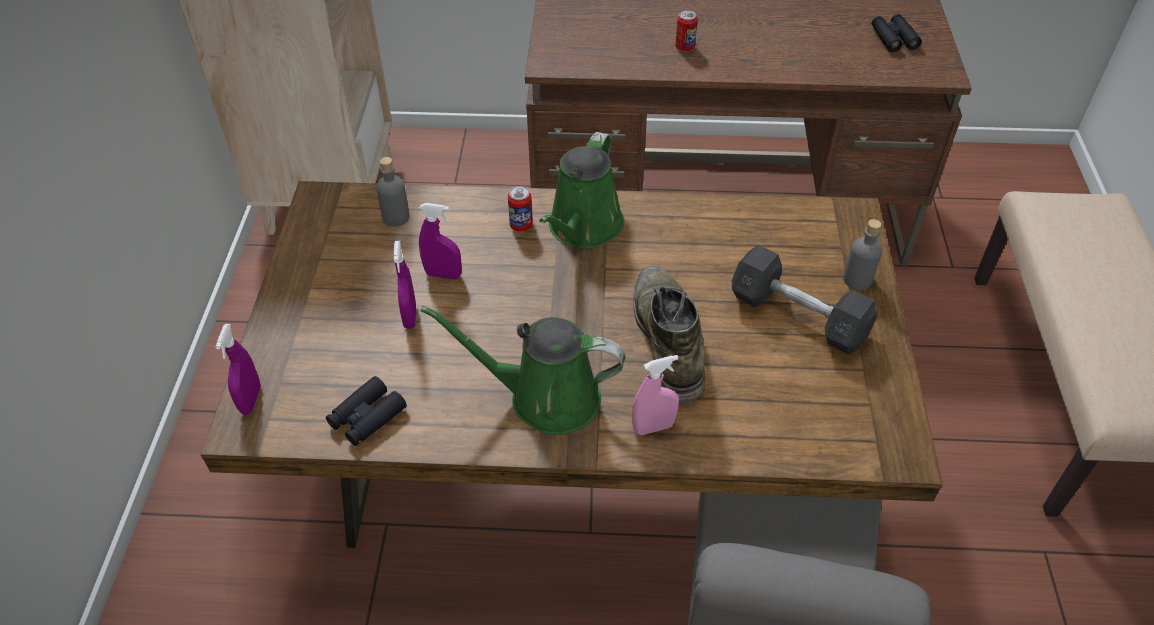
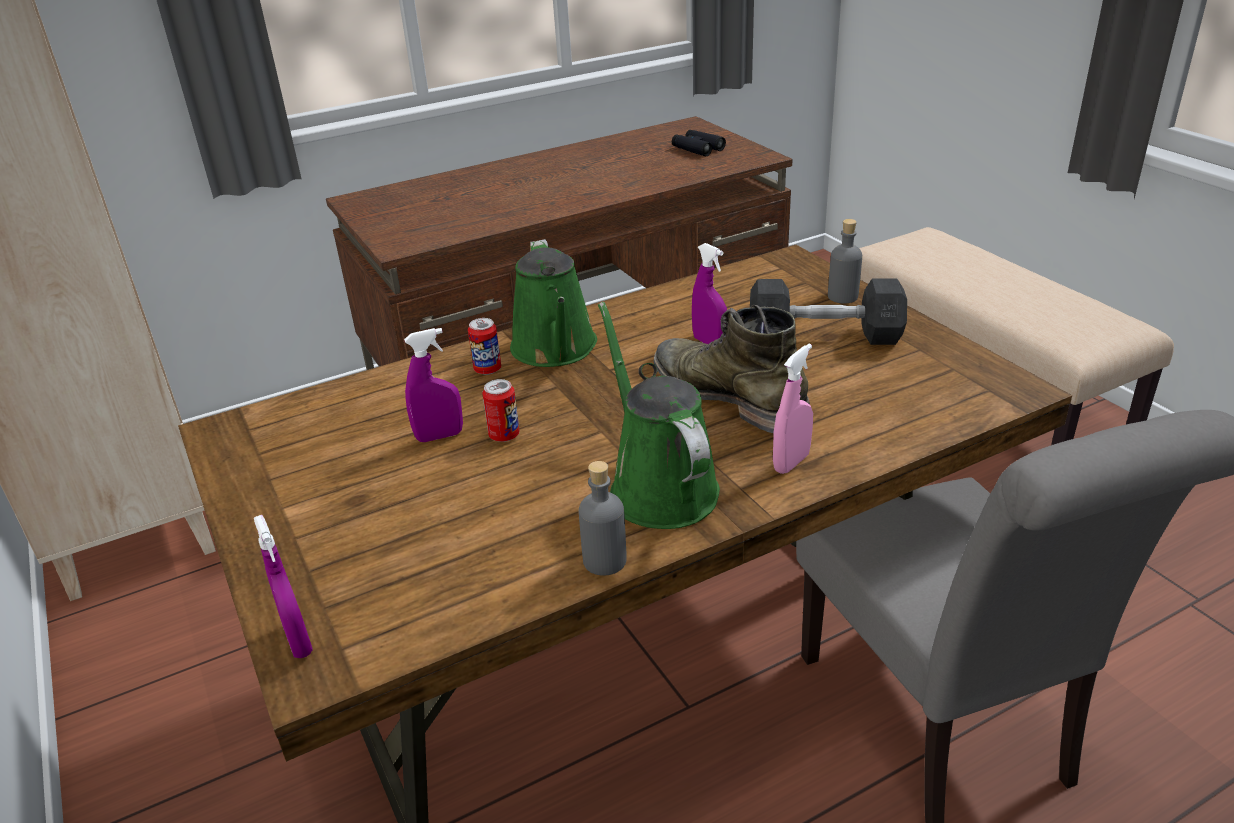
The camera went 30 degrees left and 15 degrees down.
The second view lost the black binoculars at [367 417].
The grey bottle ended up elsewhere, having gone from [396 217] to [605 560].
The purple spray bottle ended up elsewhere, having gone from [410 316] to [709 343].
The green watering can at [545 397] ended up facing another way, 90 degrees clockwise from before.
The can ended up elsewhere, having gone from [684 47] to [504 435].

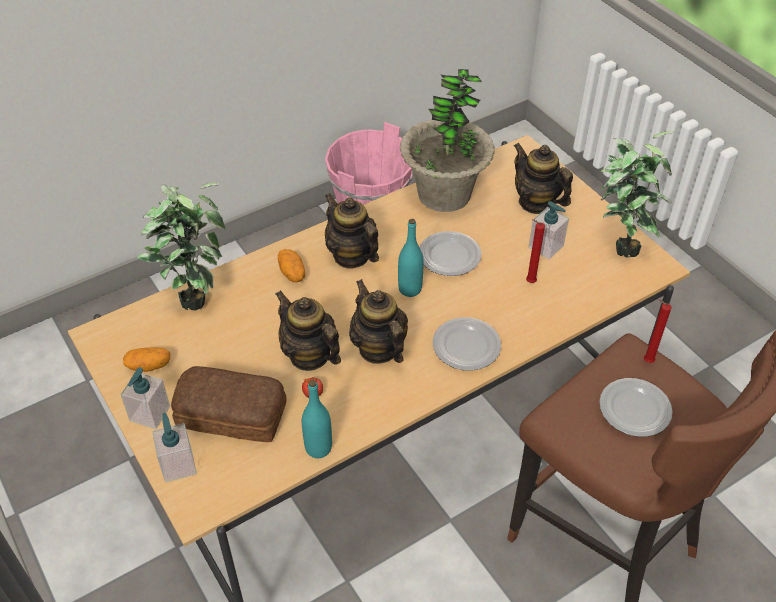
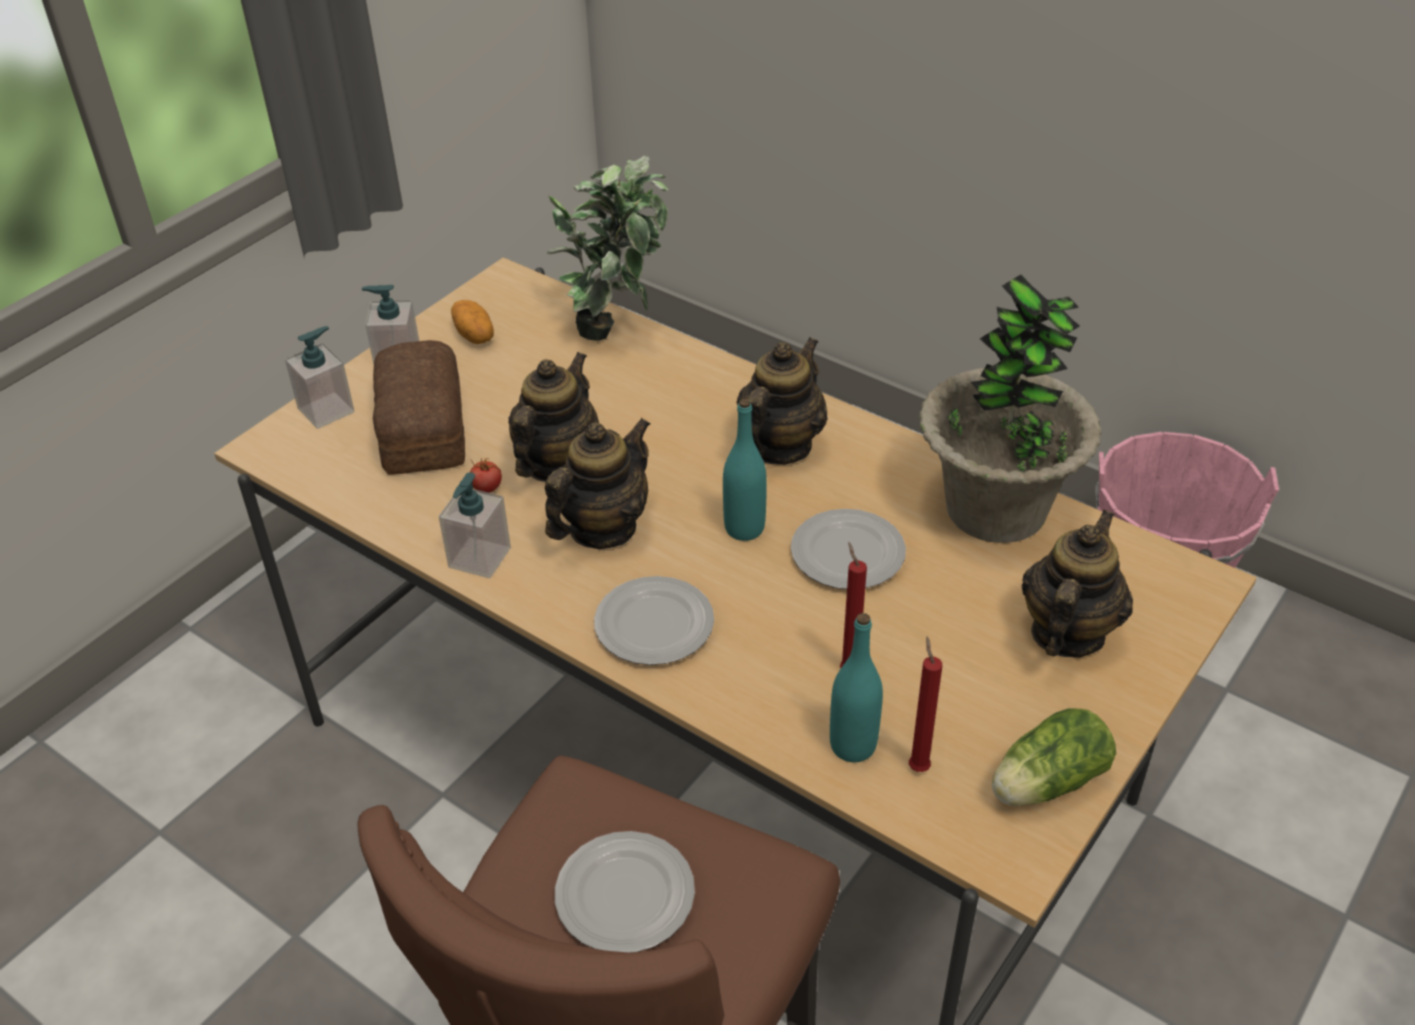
The camera went 70 degrees right and 5 degrees down.
The second view lost the potato at [292 273].
The turquoise bottle ended up elsewhere, having gone from [318 448] to [853 745].
The soap dispenser ended up elsewhere, having gone from [546 247] to [479 558].
Where the potted plant stood at [620 242], the lettuce came to stand at [1044 783].
The red candle ended up elsewhere, having gone from [646 361] to [917 766].

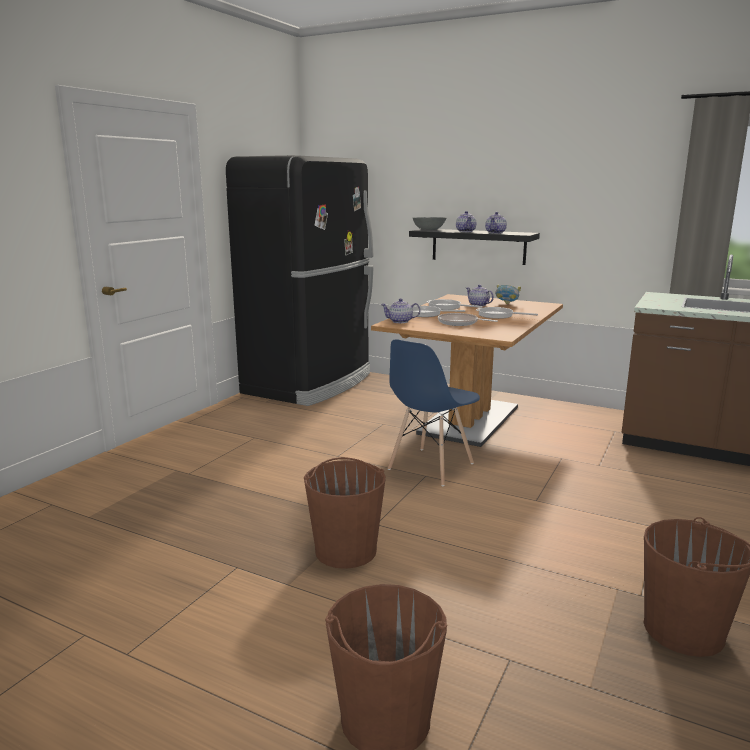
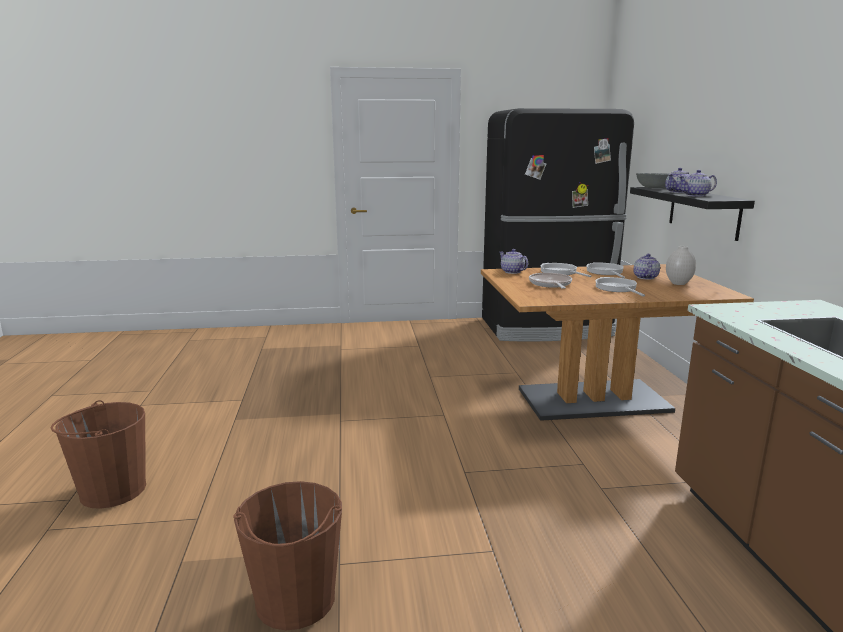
The camera went 55 degrees right and 0 degrees up.
The second view lost the brown bucket at [346 550].
The second view lost the blue chair at [430 467].
Where the bowl stood at [506 304], the white vase came to stand at [679 283].

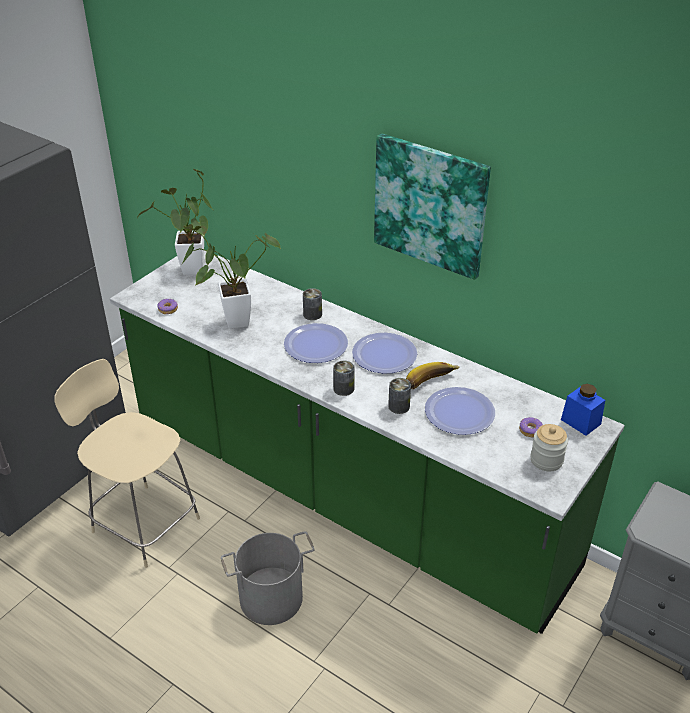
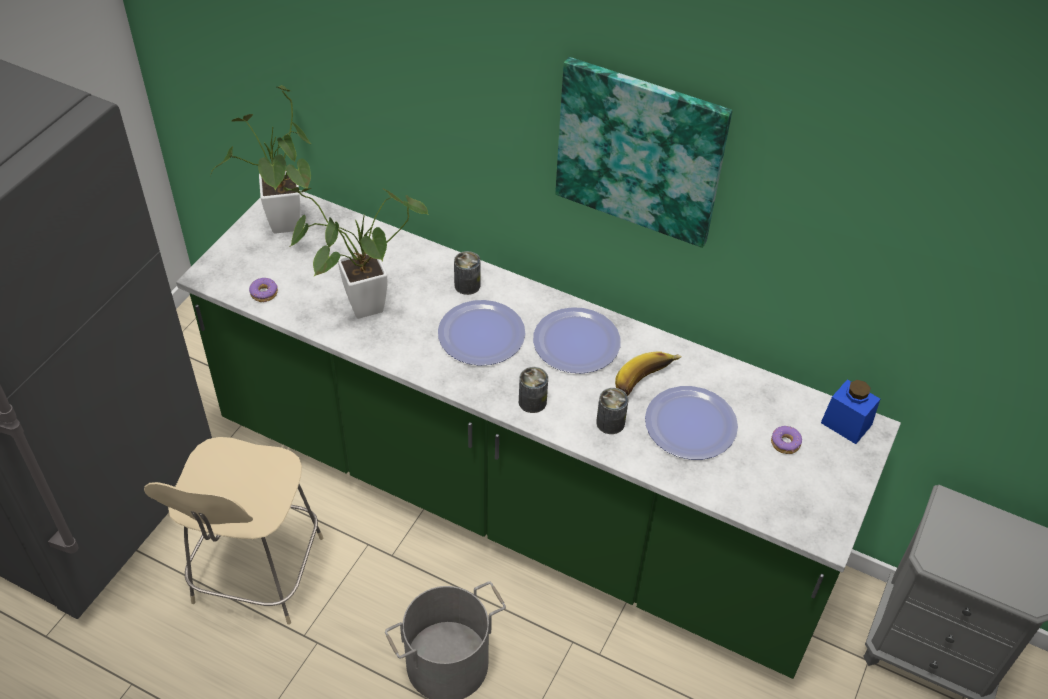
The camera went 10 degrees left and 10 degrees up.
The beige chair at [143 523] ended up facing another way, 105 degrees counterclockwise from before.
The second view lost the jar at [546 460].

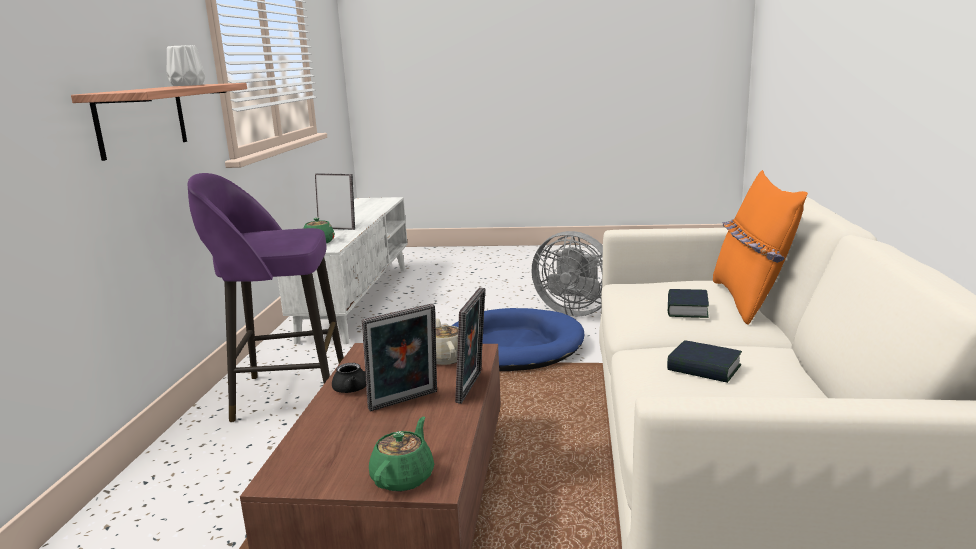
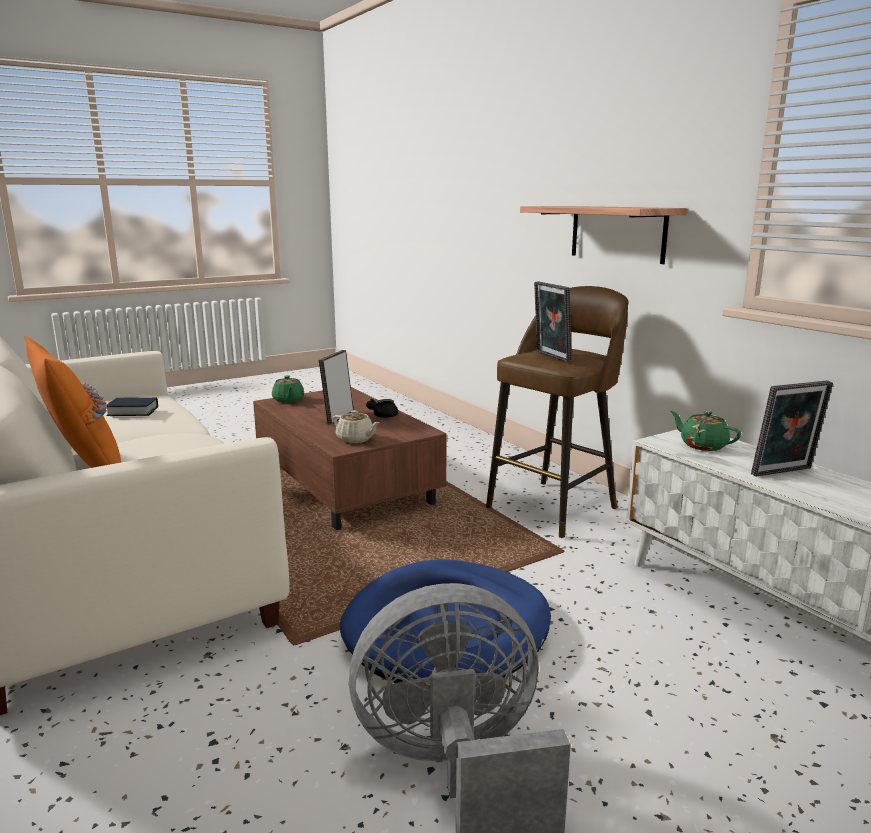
The camera went 140 degrees right and 0 degrees up.
The second view lost the white vase at [186 85].
What was the purple stool at [286 394] turned into the brown stool at [554 507].
The picture frame ended up elsewhere, having gone from [473 387] to [550 357].
The second view lost the book at [687 309].

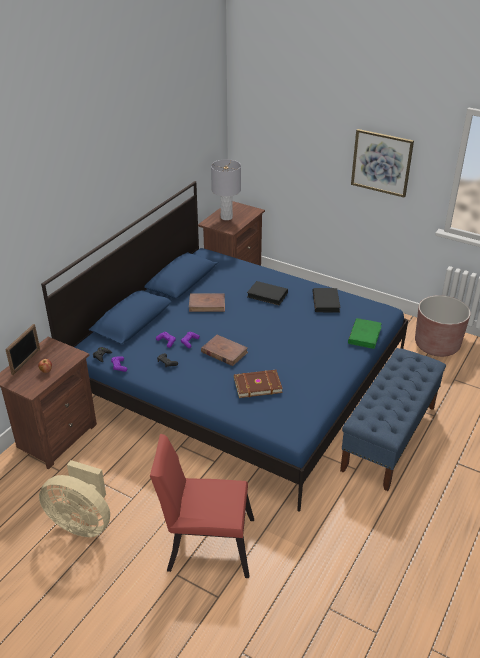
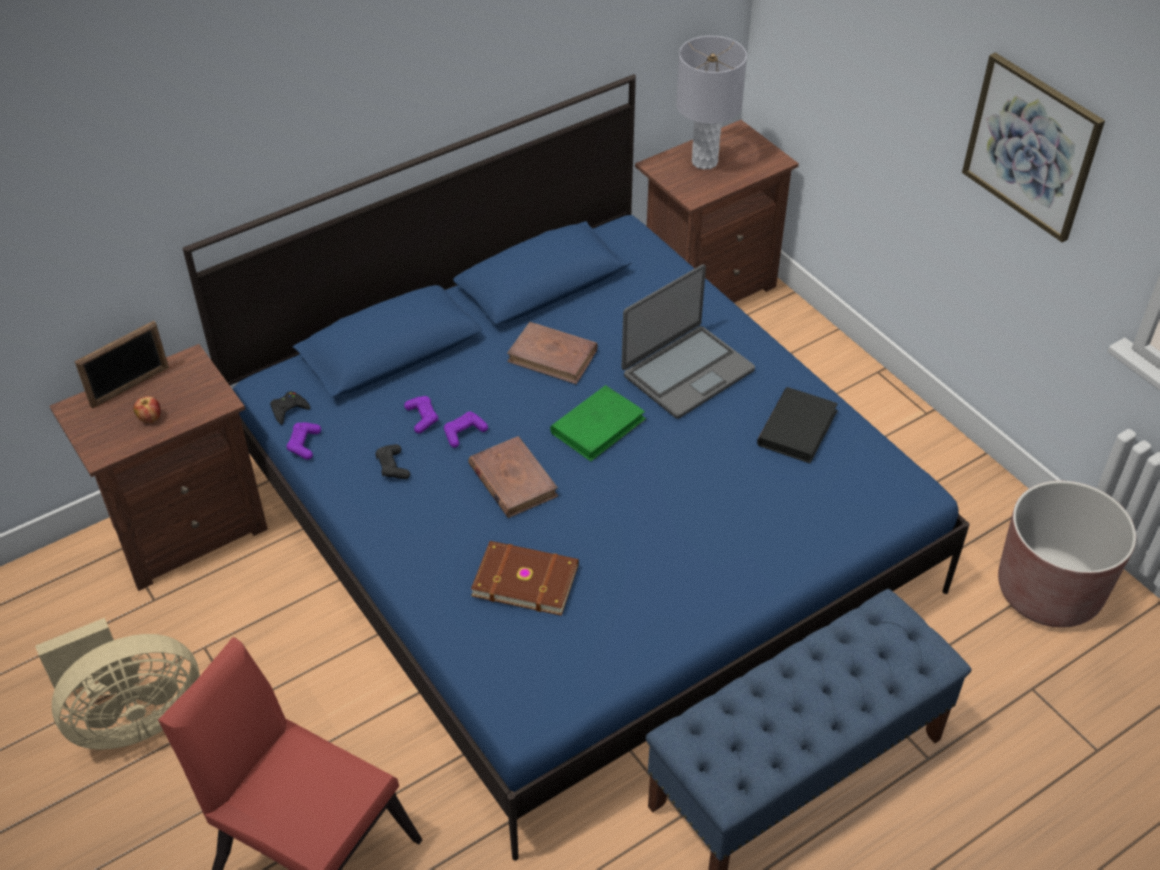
The camera went 25 degrees right and 10 degrees up.
The beige fan at [82 522] ended up facing another way, 75 degrees counterclockwise from before.
Where the black book stood at [267 295], the laptop came to stand at [687 372].
The green book ended up elsewhere, having gone from [364 335] to [598 426].

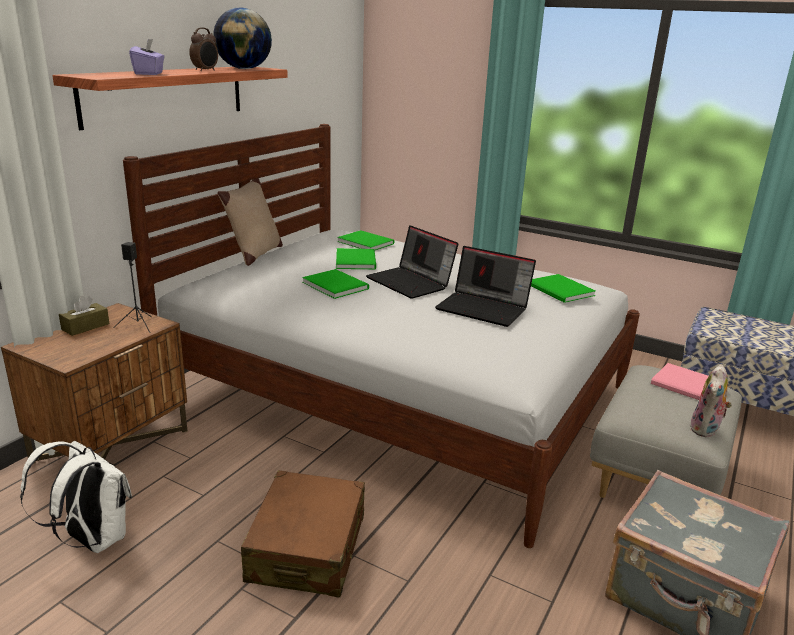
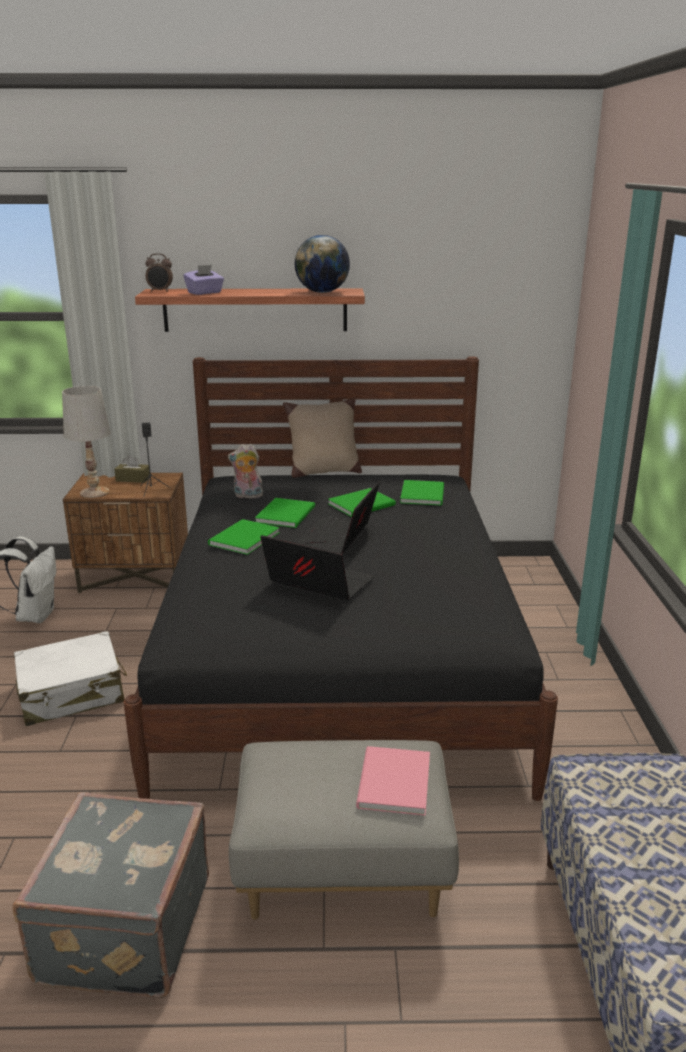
The camera went 60 degrees right and 0 degrees up.
What was the white bed at [398 392] turned into the black bed at [339 655].
The alarm clock ended up elsewhere, having gone from [205 71] to [160 291].
What was the brown suitcase at [307 548] turned into the white suitcase at [72 693].
The laptop at [484 308] ended up facing another way, 120 degrees clockwise from before.
The green book ended up elsewhere, having gone from [560 291] to [242 539].
The plush toy ended up elsewhere, having gone from [706 430] to [247 496].
The second view gained the white table lamp at [94 492].

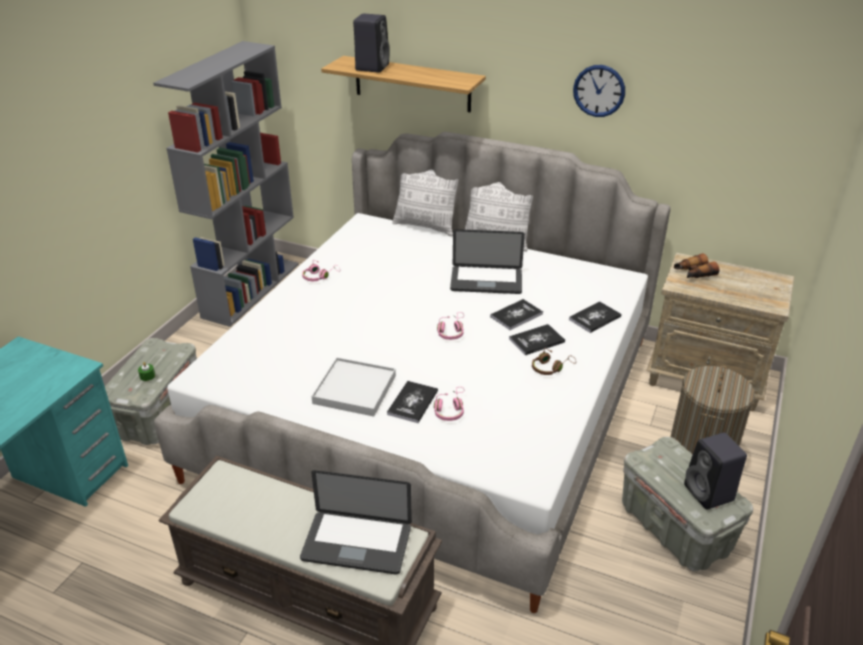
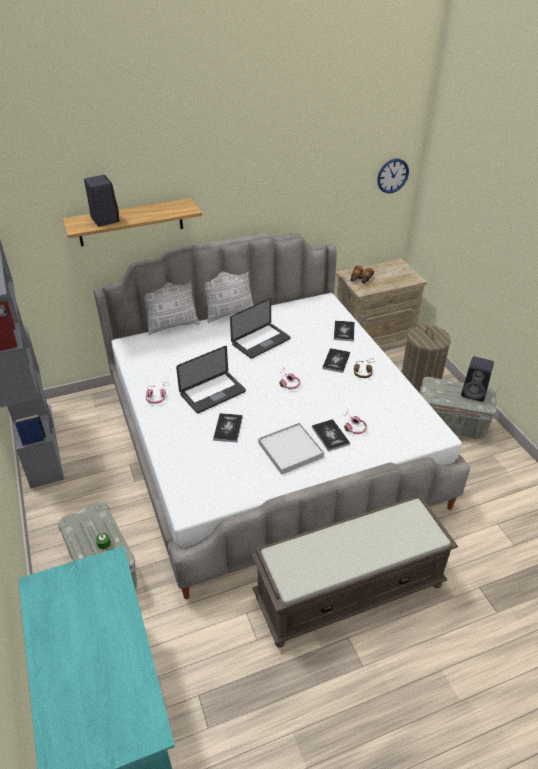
The camera went 45 degrees left and 5 degrees up.
The laptop ended up elsewhere, having gone from [356 543] to [213 393].
The book ended up elsewhere, having gone from [516 315] to [228 428].
The wall clock ended up elsewhere, having gone from [599 91] to [392 175].

